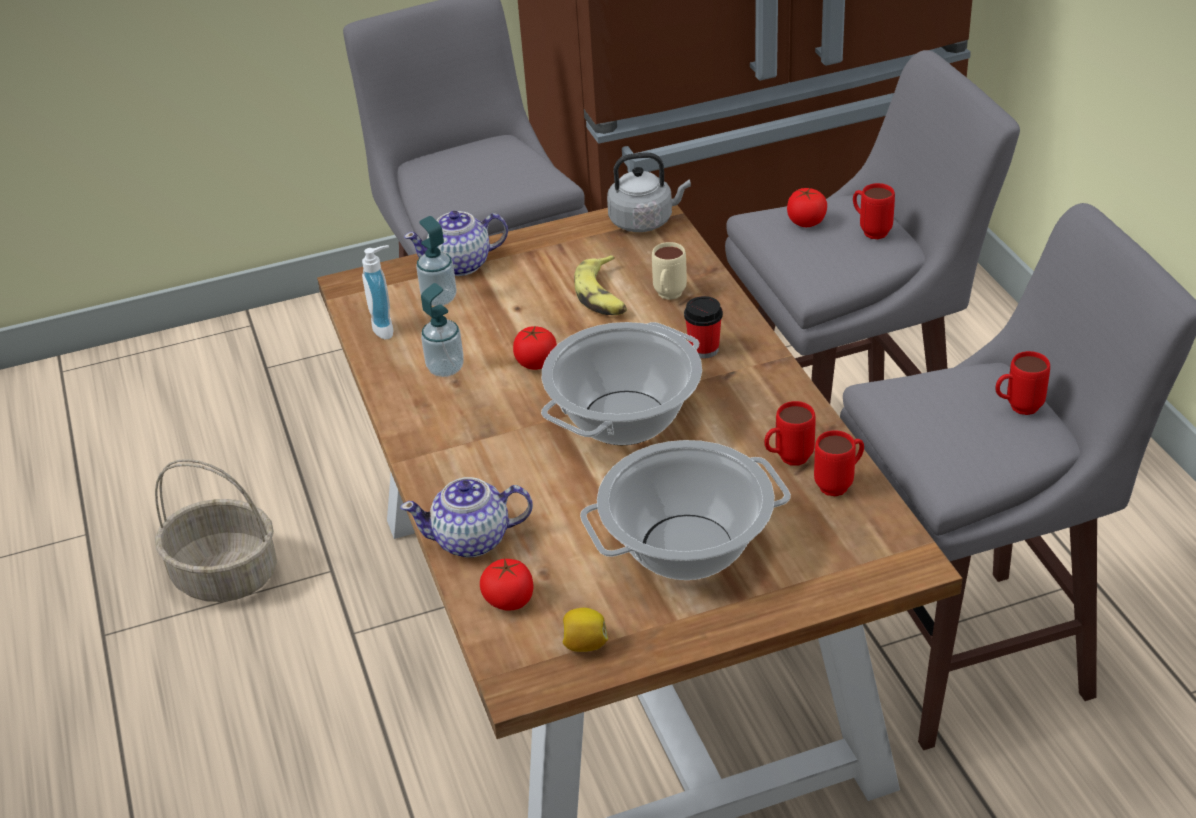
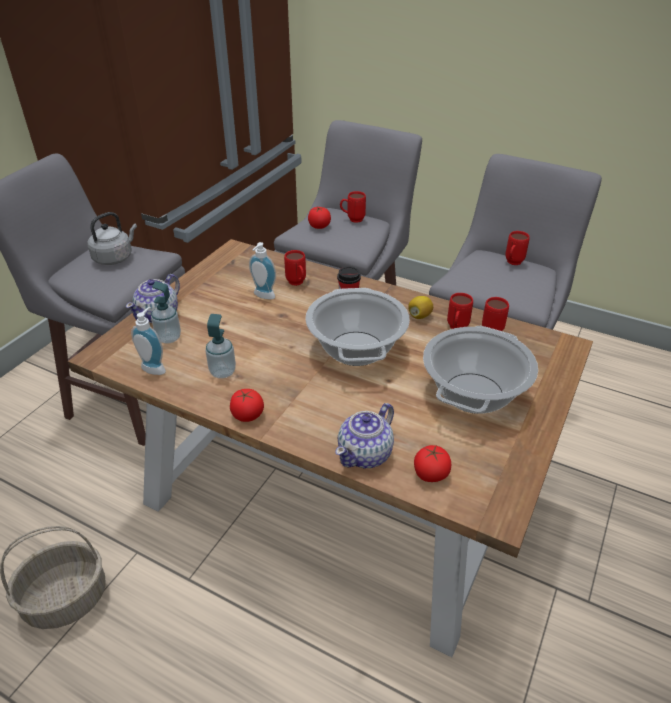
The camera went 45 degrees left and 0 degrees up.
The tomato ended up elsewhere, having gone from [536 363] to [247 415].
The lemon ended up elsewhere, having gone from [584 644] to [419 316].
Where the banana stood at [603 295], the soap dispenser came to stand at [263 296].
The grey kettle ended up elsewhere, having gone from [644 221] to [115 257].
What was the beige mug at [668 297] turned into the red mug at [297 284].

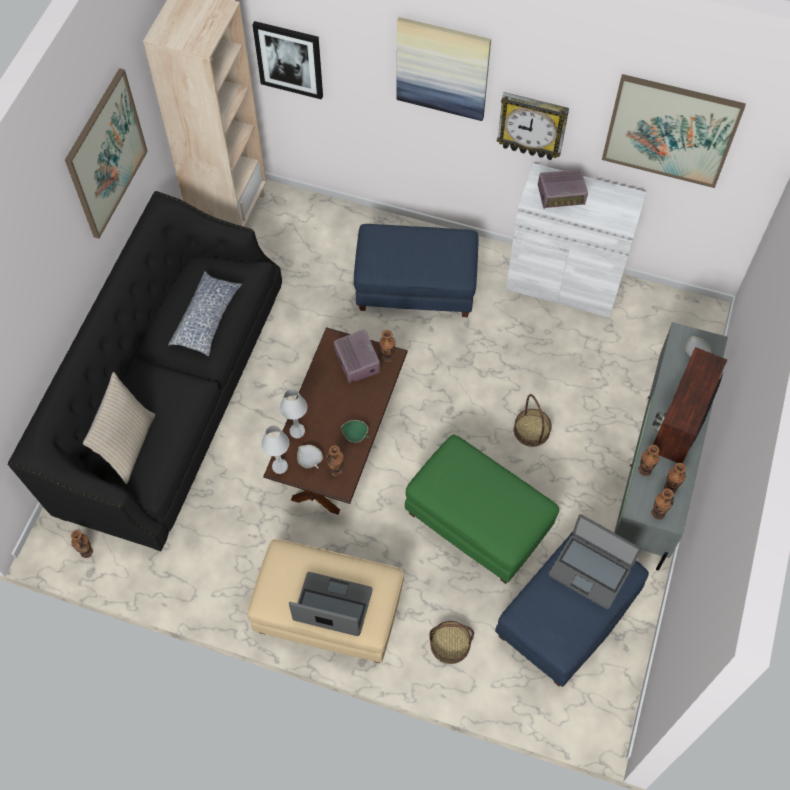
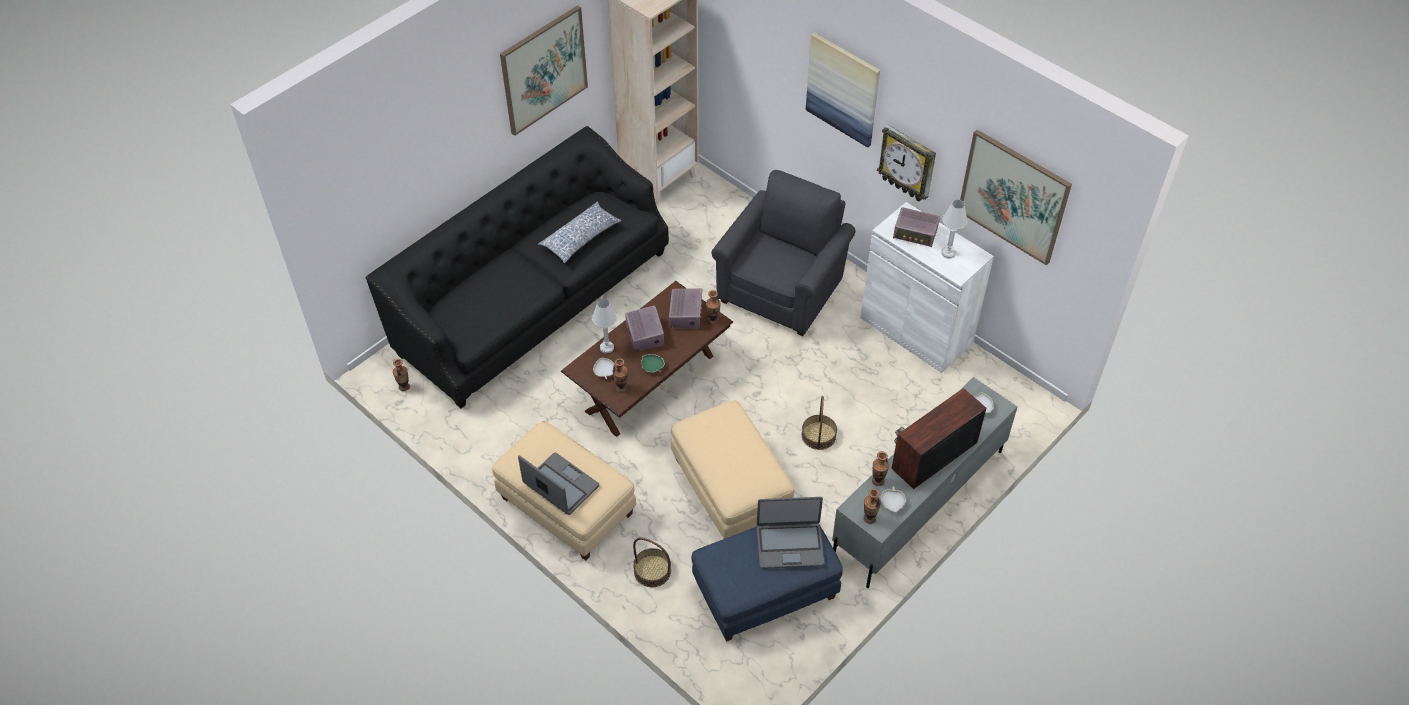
The camera went 25 degrees right and 10 degrees down.
The second view lost the beige pillow at [127 445].
The second view lost the picture at [289 59].
The white table lamp ended up elsewhere, having gone from [280 466] to [948 253].
Where the blue ottoman stood at [416 286], the grey armchair came to stand at [783 289].
What was the green ottoman at [479 522] turned into the beige ottoman at [731 488].
The laptop at [590 571] ended up facing another way, 60 degrees counterclockwise from before.
Where the vase stood at [670 488], the white bowl came to stand at [892 503].
The second view gained the radio at [645 334].

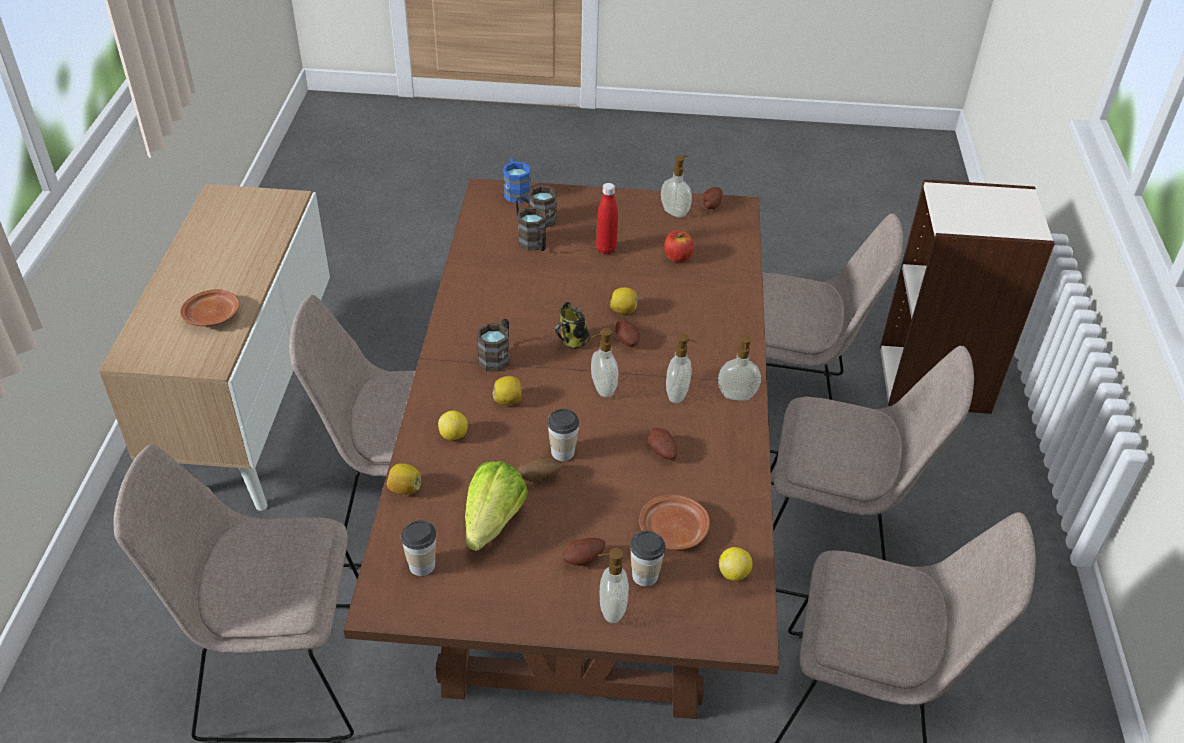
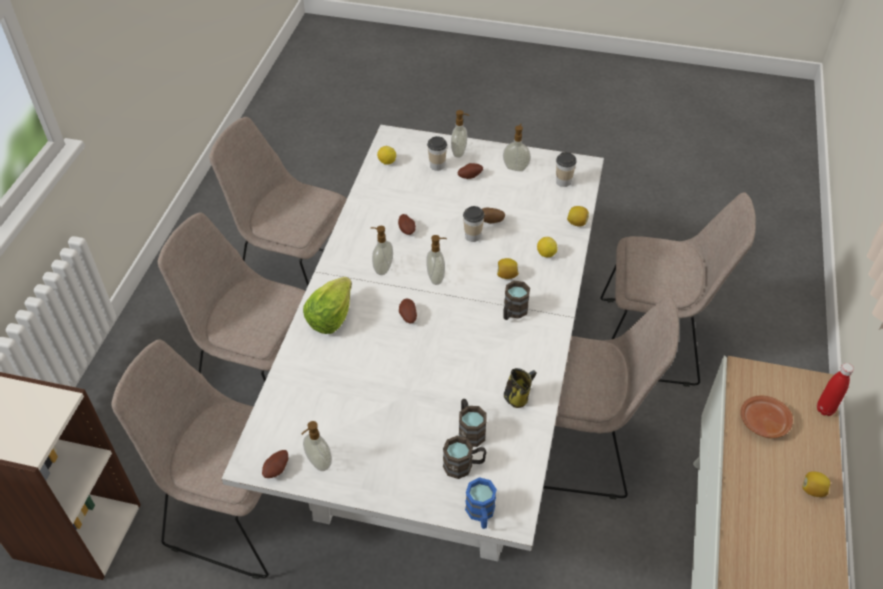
The camera went 170 degrees left and 5 degrees up.
What was the brown dining table at [586 534] turned into the white dining table at [441 411].
The lettuce ended up elsewhere, having gone from [493 522] to [330 317].
The mug ended up elsewhere, having gone from [572 342] to [518 397].
The red bottle ended up elsewhere, having gone from [606 249] to [825 409].
The lemon ended up elsewhere, having gone from [623 310] to [812 490].
The second view lost the brown plate at [672 531].
The second view lost the apple at [677 257].
The soap dispenser ended up elsewhere, having gone from [736 396] to [516 167].

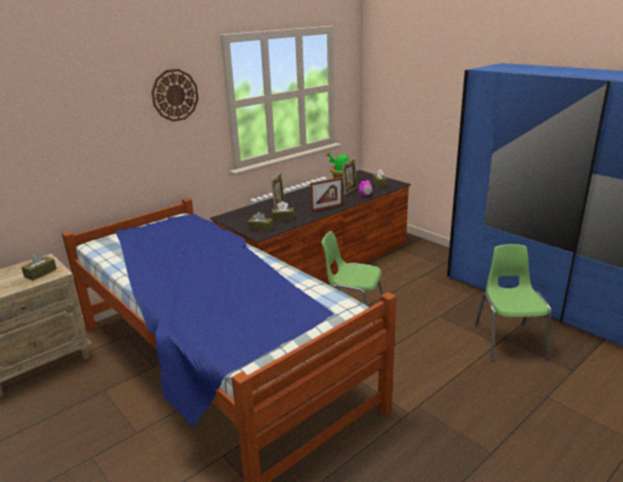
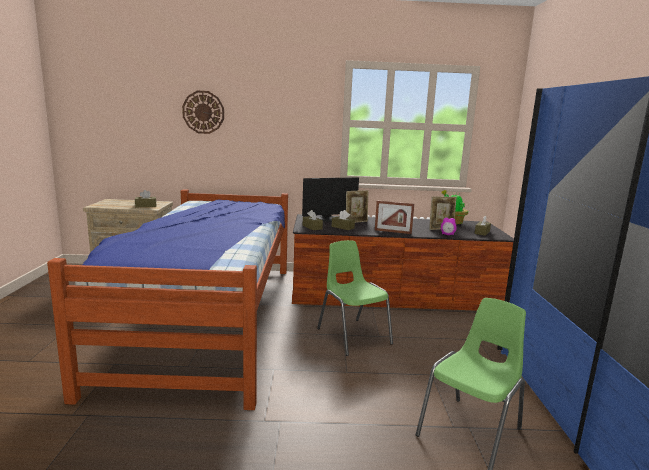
The camera went 40 degrees right and 10 degrees down.
The wall clock ended up elsewhere, having gone from [175 95] to [203 112].
The second view gained the monitor at [328 219].

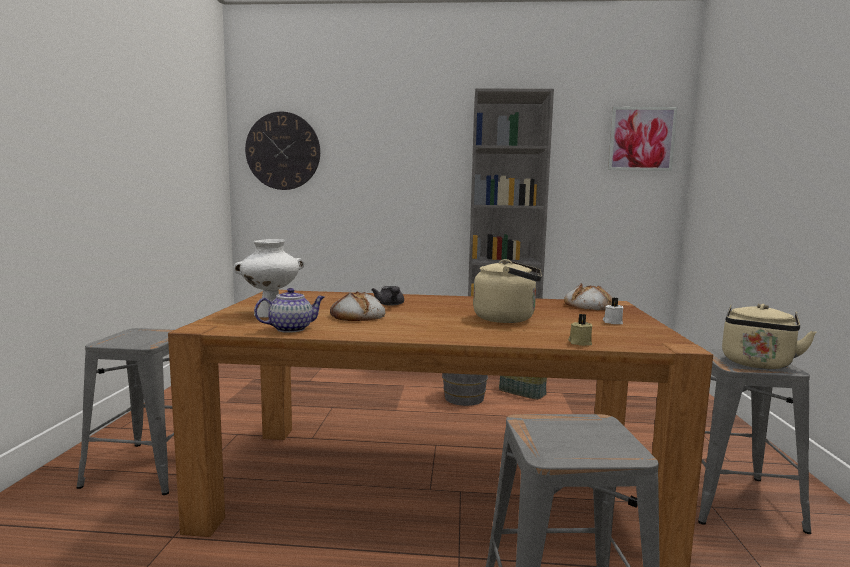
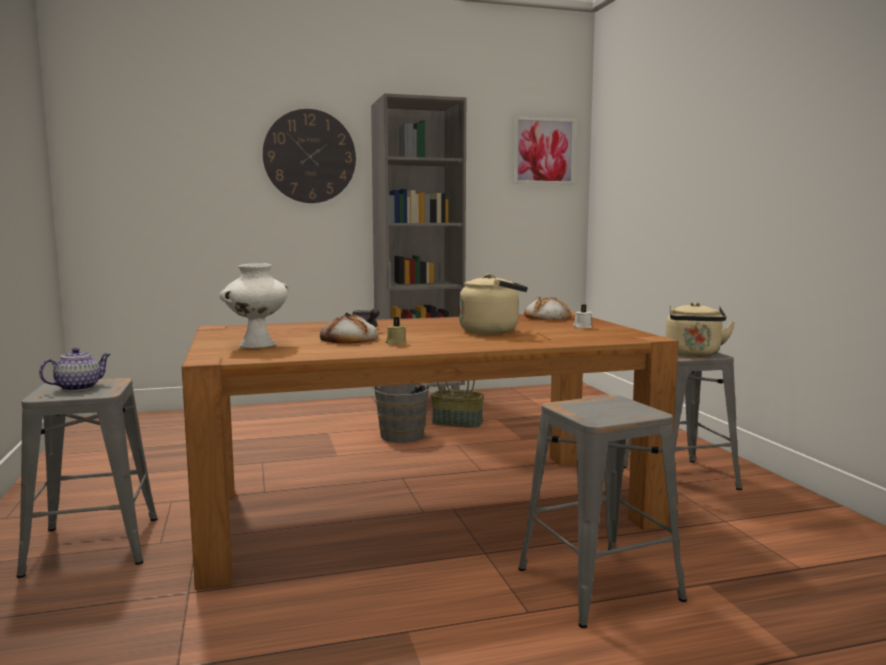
The camera went 20 degrees left and 0 degrees up.
The wall clock ended up elsewhere, having gone from [283 151] to [309 156].
The teapot ended up elsewhere, having gone from [292 329] to [79 387].
The beige candle ended up elsewhere, having gone from [579 343] to [395 343].

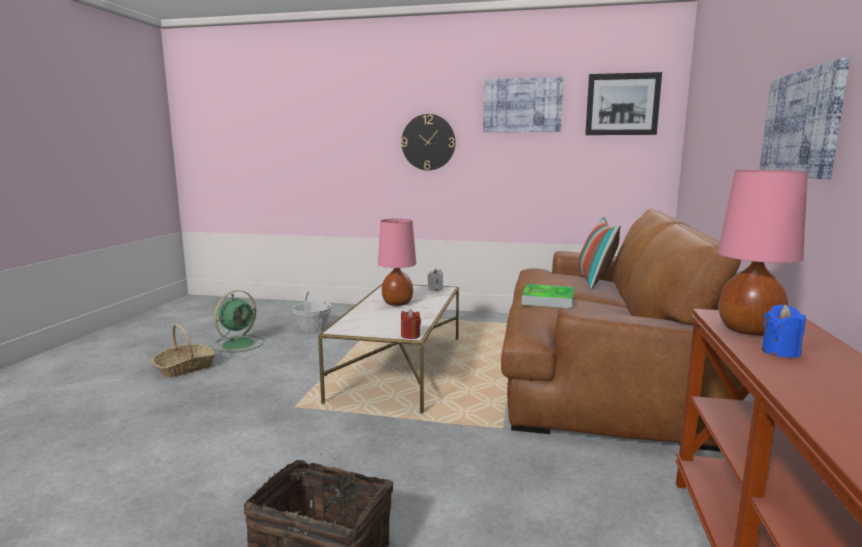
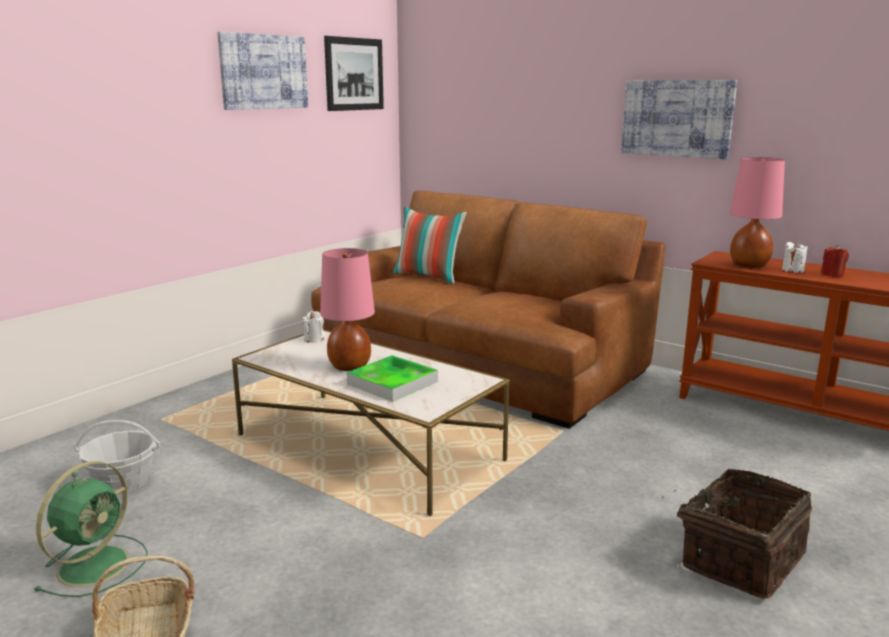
The camera went 65 degrees left and 5 degrees up.
The green fan at [239 344] ended up facing another way, 60 degrees clockwise from before.
The second view lost the wall clock at [428 142].
The red candle ended up elsewhere, having gone from [410 336] to [832 274].
The tray ended up elsewhere, having gone from [548 300] to [392 383].
What was the blue candle at [780 352] turned into the white candle at [792 270].

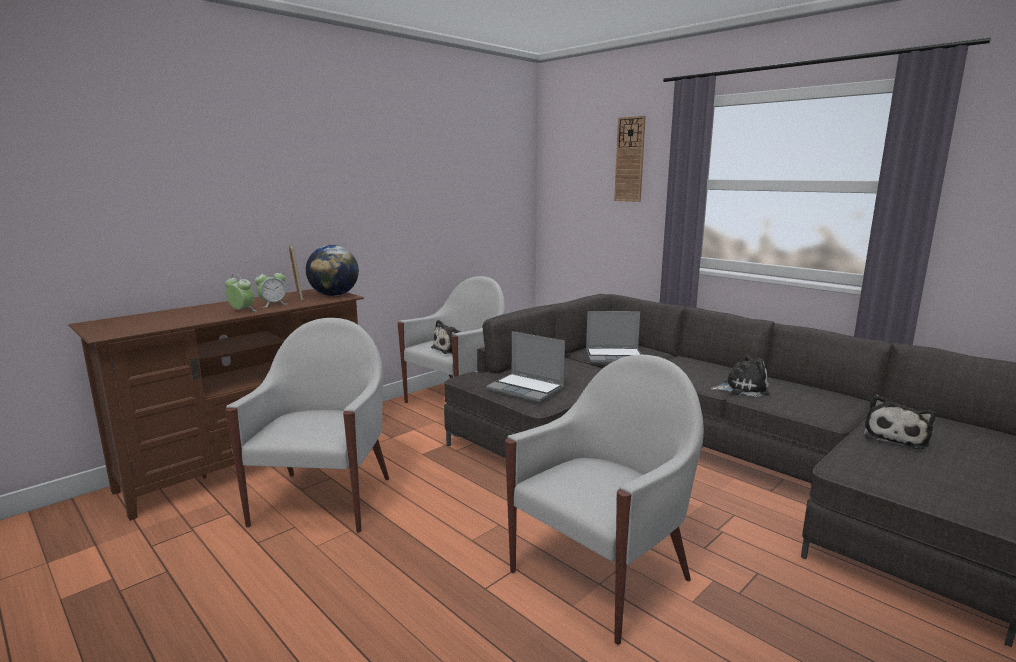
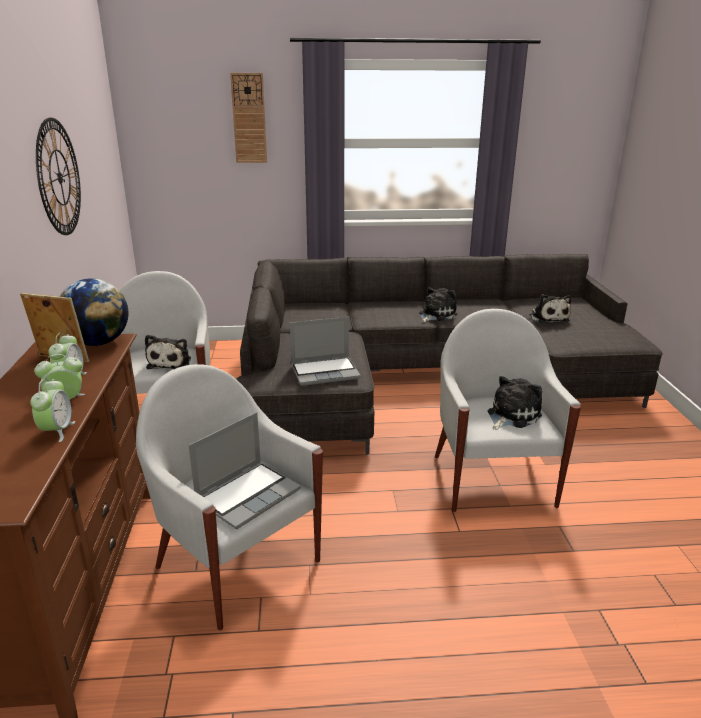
The camera went 50 degrees left and 10 degrees up.
The laptop ended up elsewhere, having gone from [615 357] to [248 495].
The second view gained the alarm clock at [57 431].
The second view gained the wall clock at [59 177].
The second view gained the plush toy at [511 415].

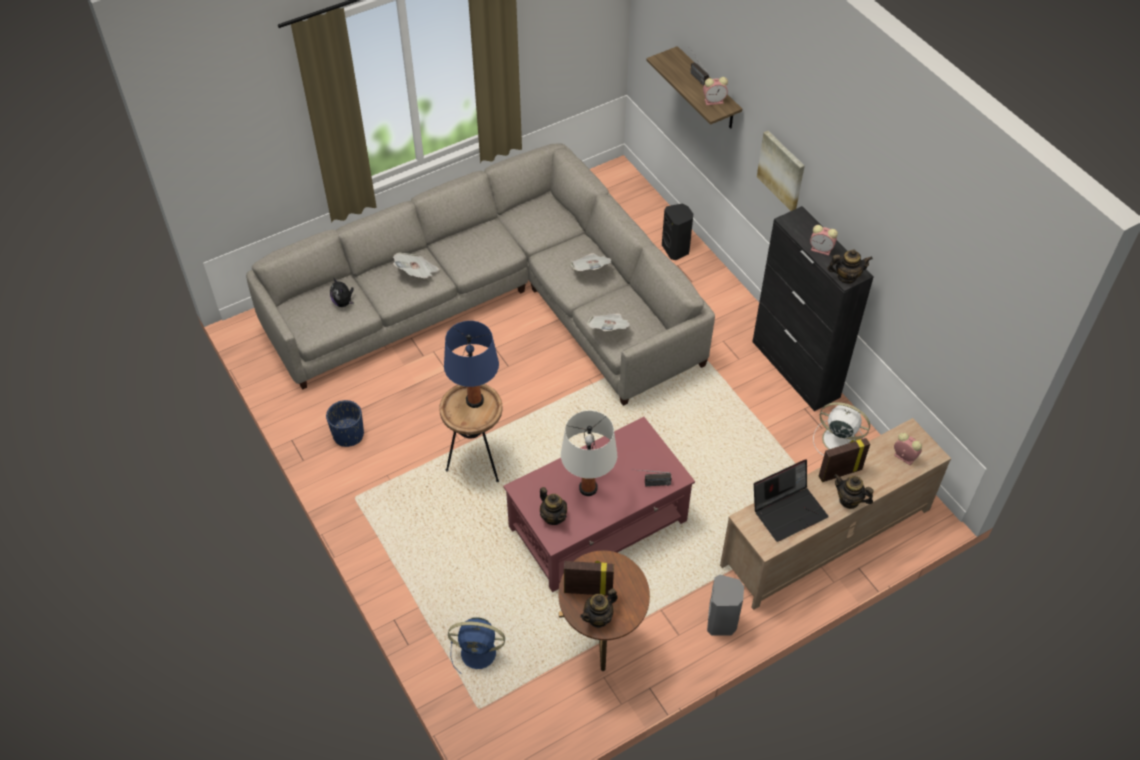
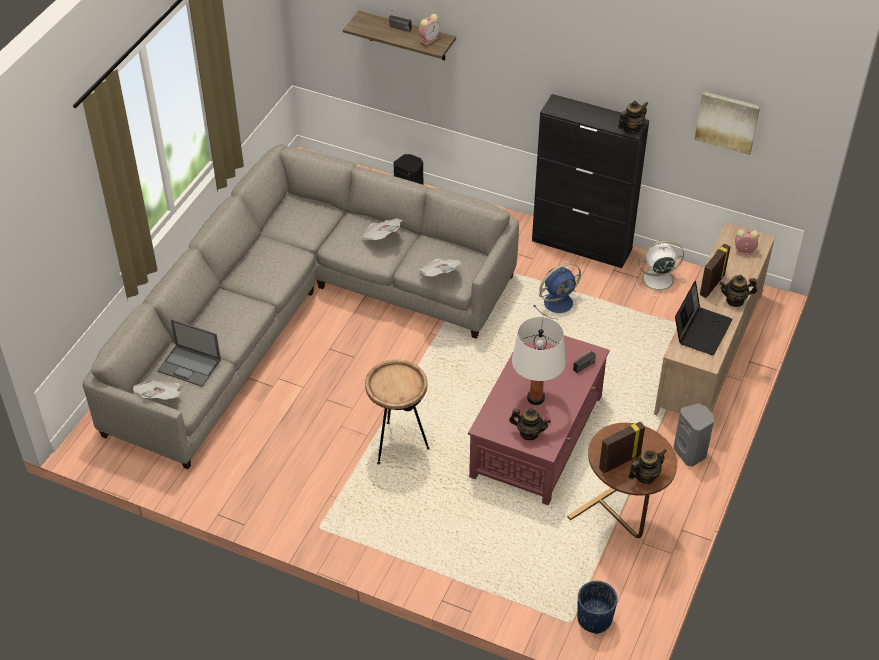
The camera went 35 degrees left and 5 degrees down.
The blue planter ended up elsewhere, having gone from [348 435] to [594 619].
Where the plush toy stood at [343 302], the laptop came to stand at [190 366].
The newspaper ended up elsewhere, having gone from [417 273] to [161 397].
The second view lost the blue table lamp at [474 401].
The blue fan ended up elsewhere, having gone from [480 653] to [559 302].
The teapot at [599 618] ended up facing another way, 135 degrees counterclockwise from before.
The picture ended up elsewhere, having gone from [782 170] to [727 121].
The second view lost the alarm clock at [822 249].

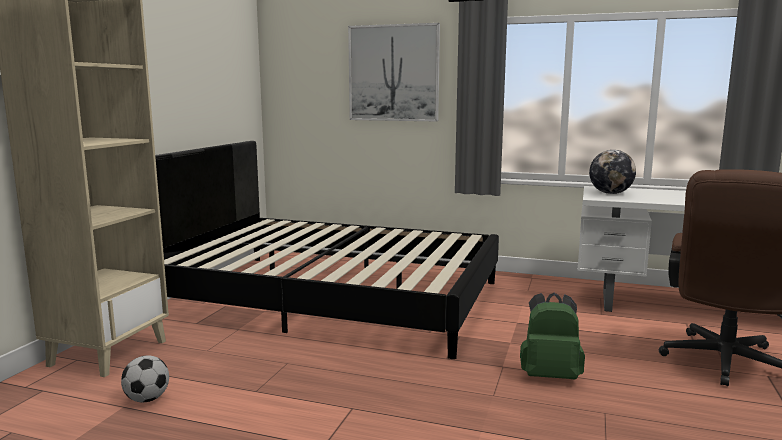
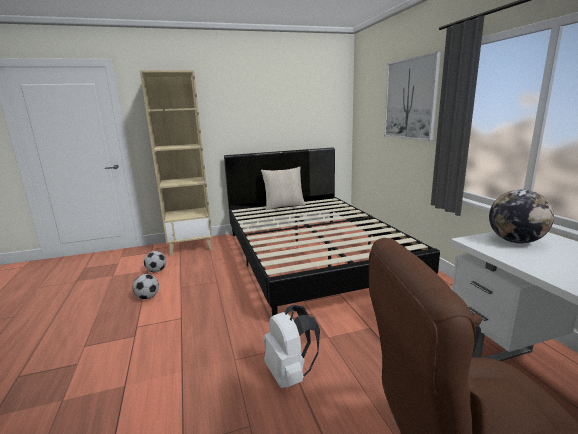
The camera went 55 degrees right and 5 degrees up.
What was the green backpack at [549 375] turned into the white backpack at [290 374].
The second view gained the football at [147 297].
The second view gained the beige pillow at [284 206].

